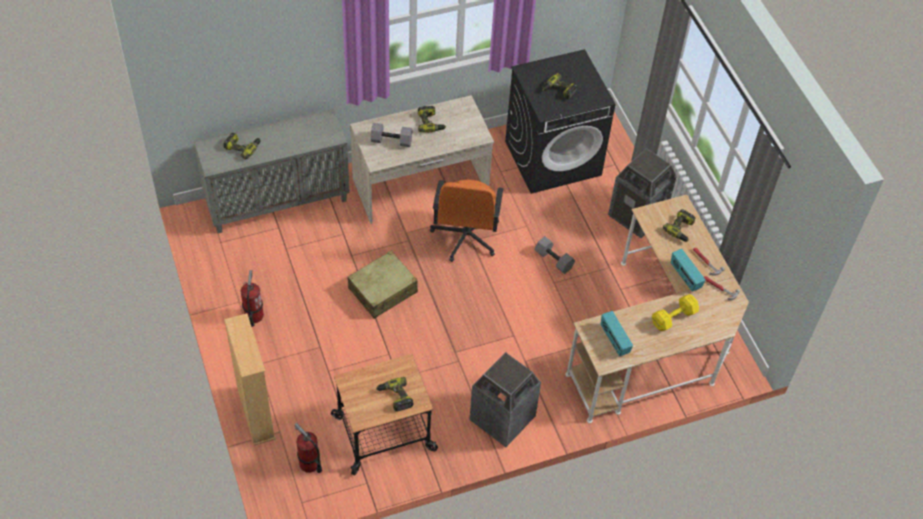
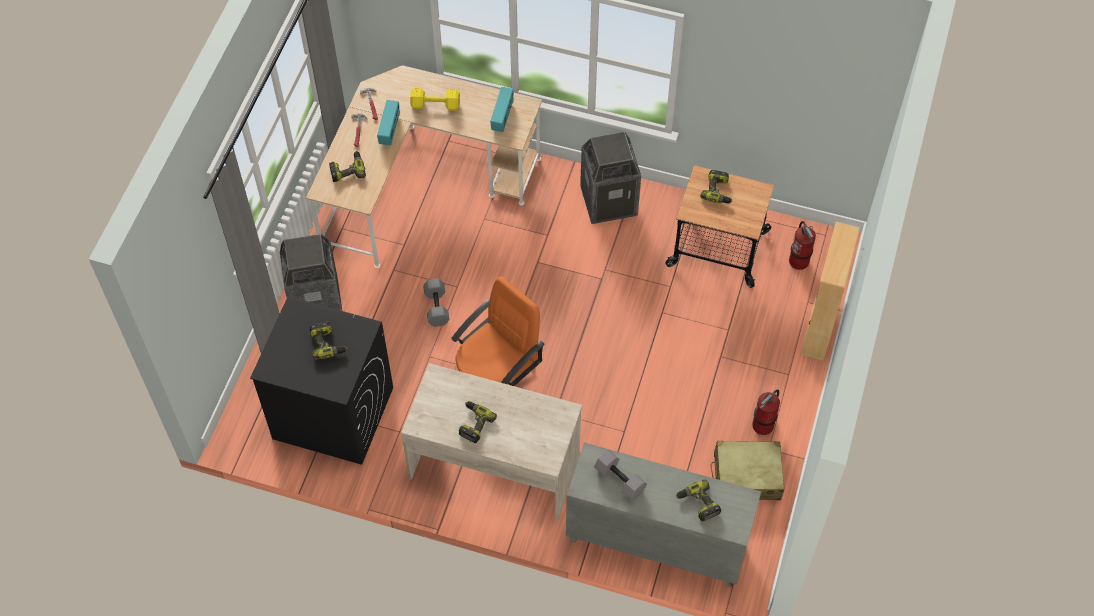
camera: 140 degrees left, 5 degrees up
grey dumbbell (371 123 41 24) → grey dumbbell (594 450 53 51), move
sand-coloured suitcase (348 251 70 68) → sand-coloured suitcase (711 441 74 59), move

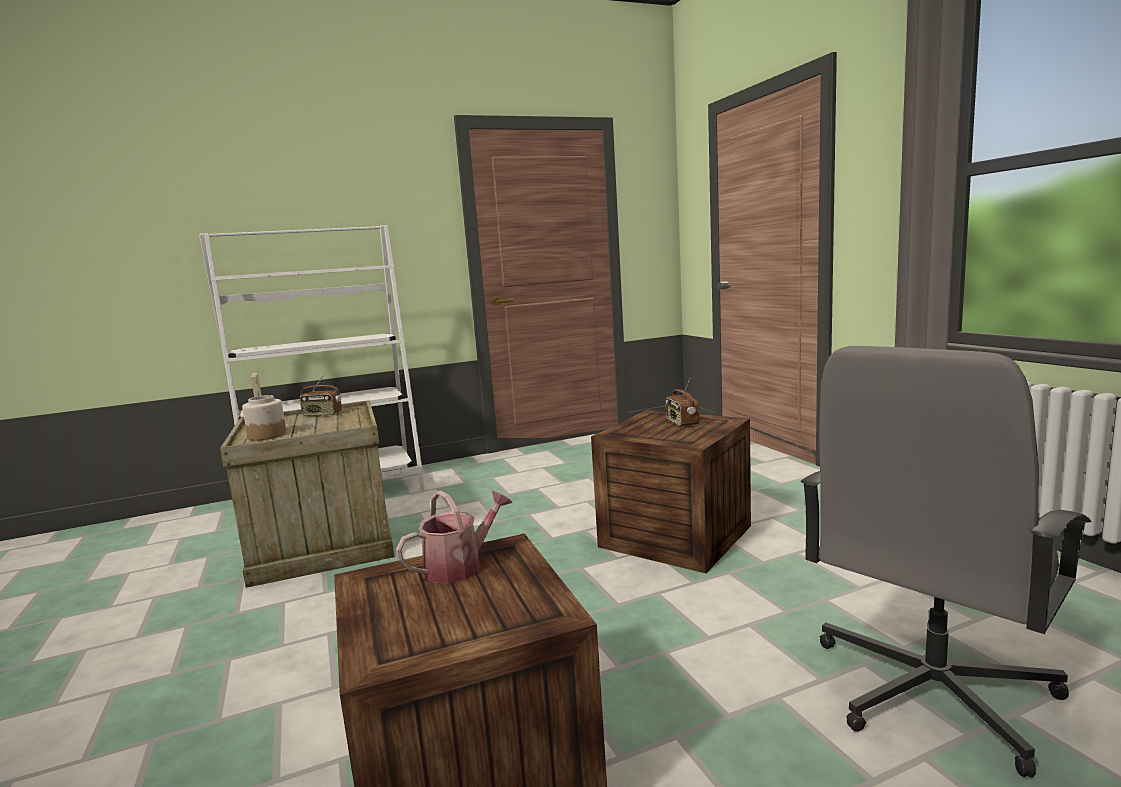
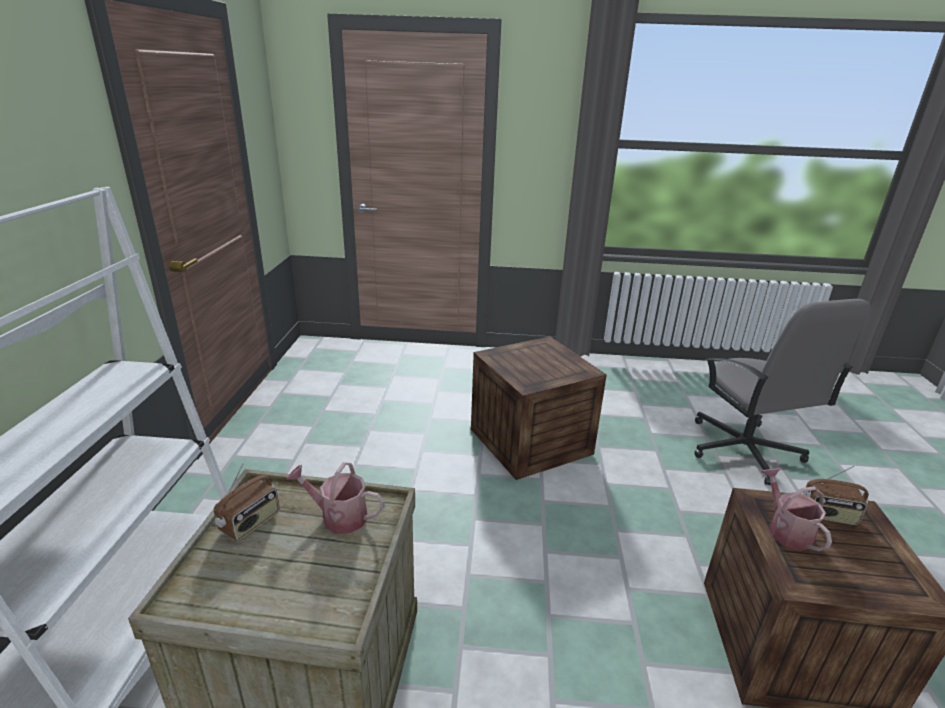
camera: 65 degrees left, 15 degrees up
- → sprinkling can (286 462 99 72)
radio (666 379 33 48) → radio (803 466 66 59), move
storage jar (242 395 44 46) → -

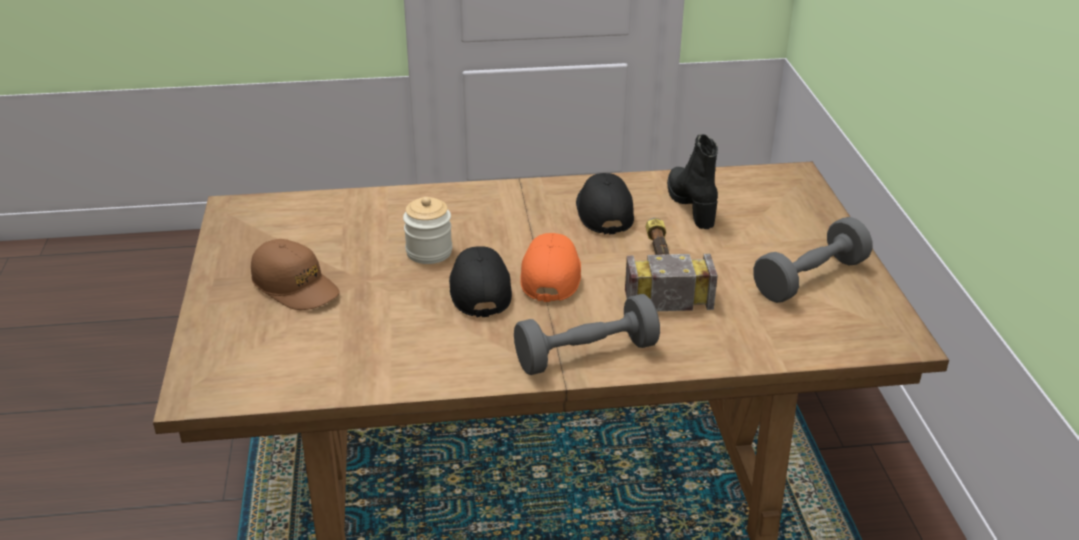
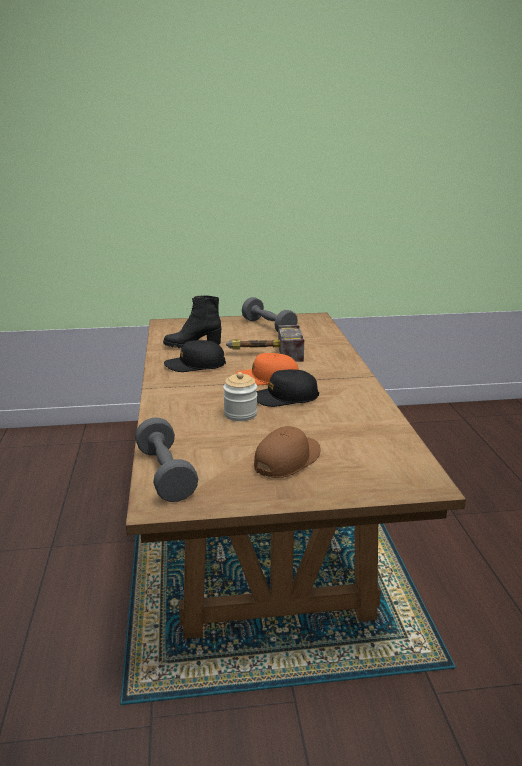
camera: 90 degrees left, 10 degrees down
grey dumbbell (514 294 146 81) → grey dumbbell (135 418 63 84), move

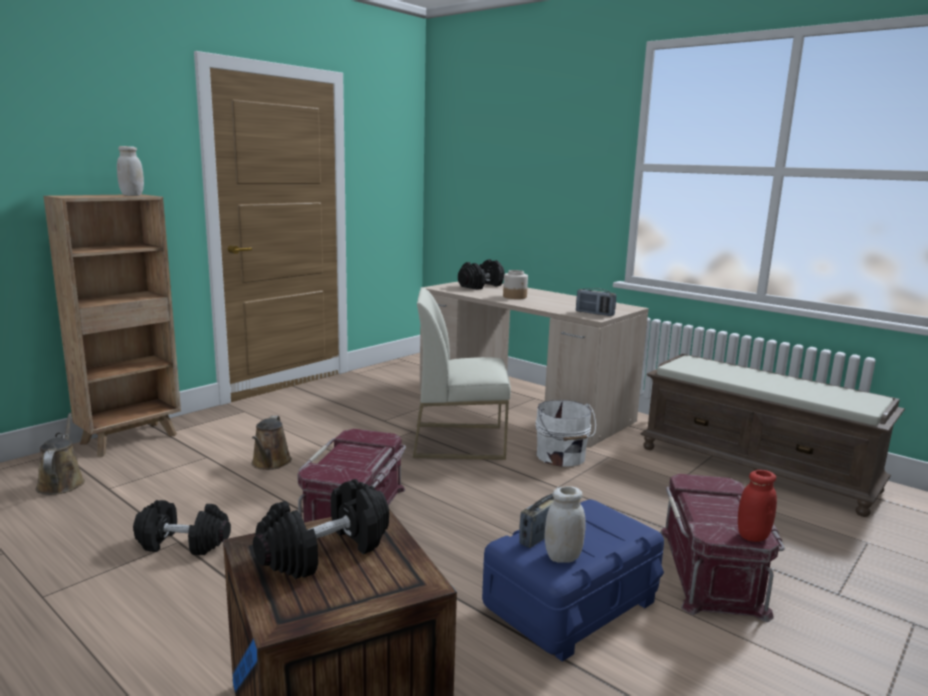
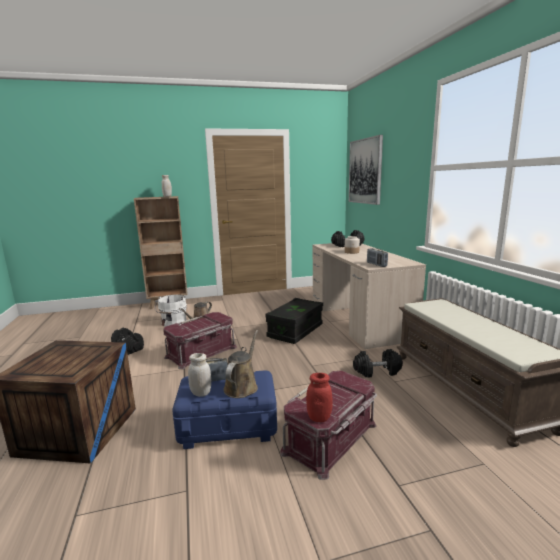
camera: 35 degrees right, 0 degrees up
white-coloured bucket (535 400 61 66) → white-coloured bucket (155 295 32 32), move
brown sprinkling can (36 413 49 82) → brown sprinkling can (223 330 35 68), move
white-coloured upright chair (413 287 98 173) → blackish storage box (265 298 58 46)
- → picture (349 135 34 70)
blackish dumbbell (253 479 136 100) → blackish dumbbell (353 349 50 29), move

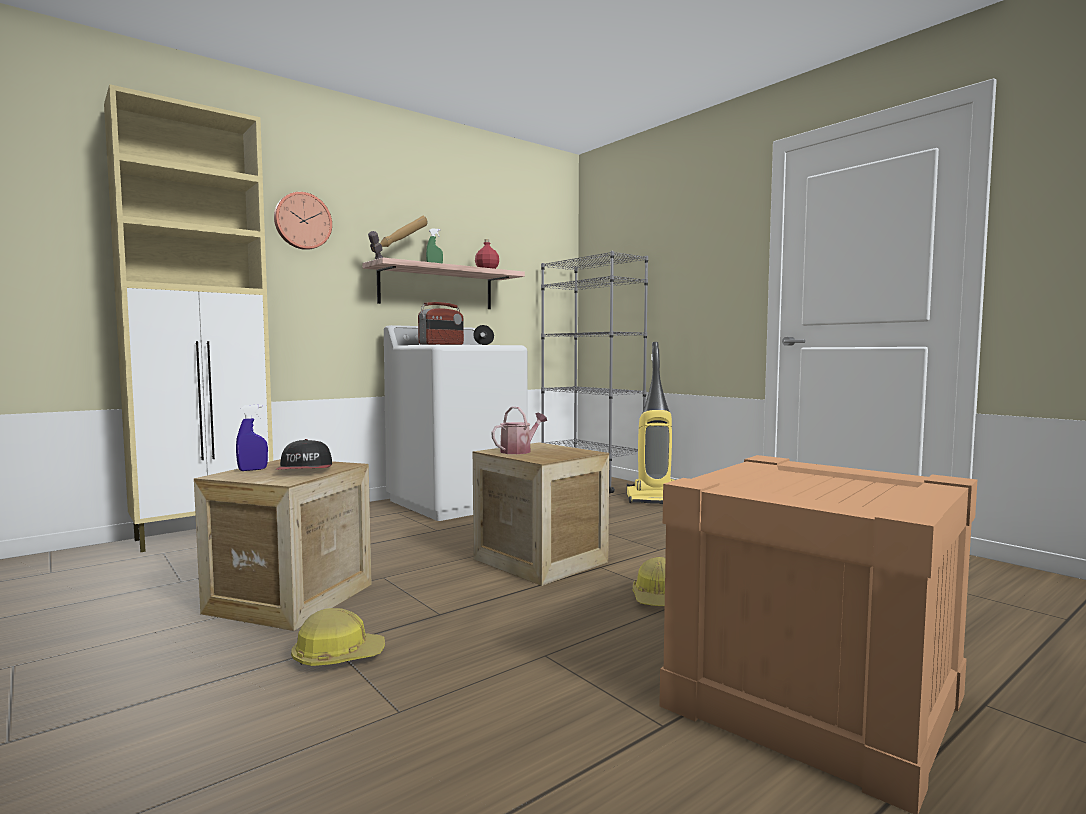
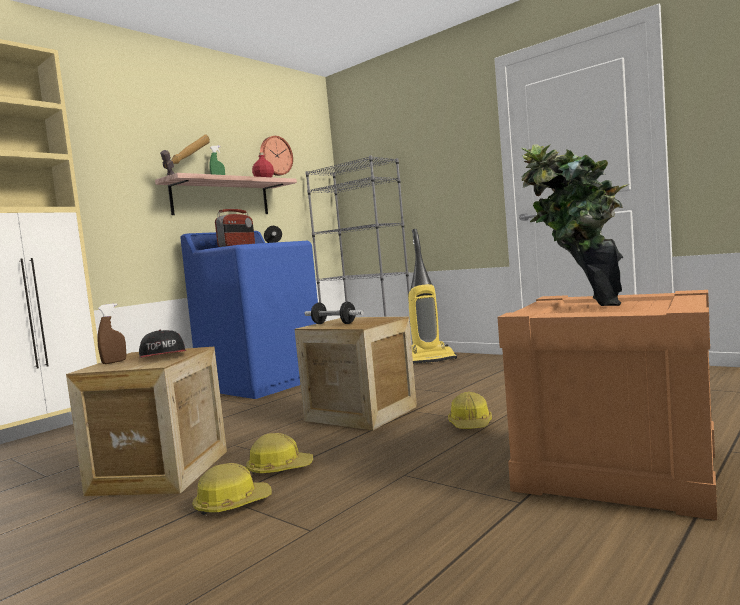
camera: 10 degrees left, 0 degrees up
blue-coloured sprayer (236 405 32 66) → brown sprayer (97 303 29 61)
white-coloured laundry appliance (384 325 144 196) → blue-coloured laundry appliance (180 231 138 168)
- → safety helmet (246 433 67 41)
hanging clock (274 192 58 58) → hanging clock (260 136 33 40), move
sprinkling can (491 407 56 47) → dumbbell (304 302 60 22)
- → houseplant (521 144 108 162)

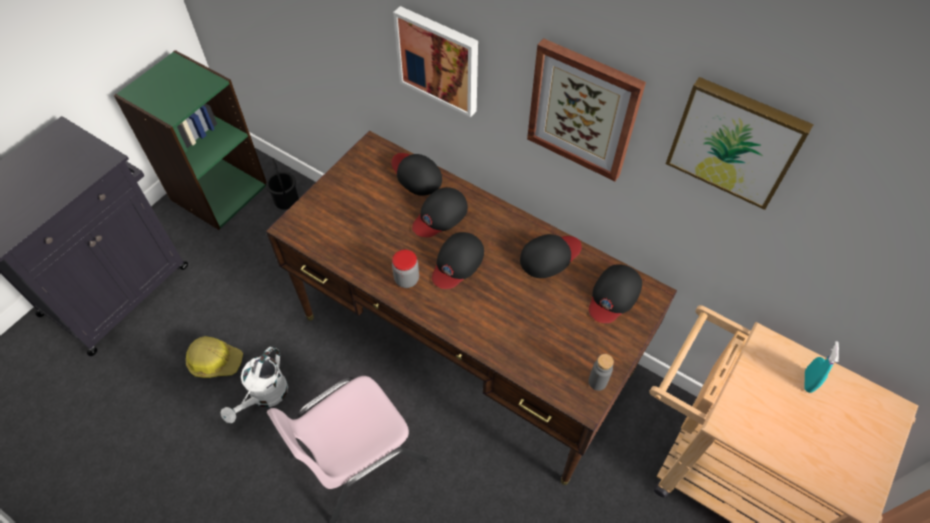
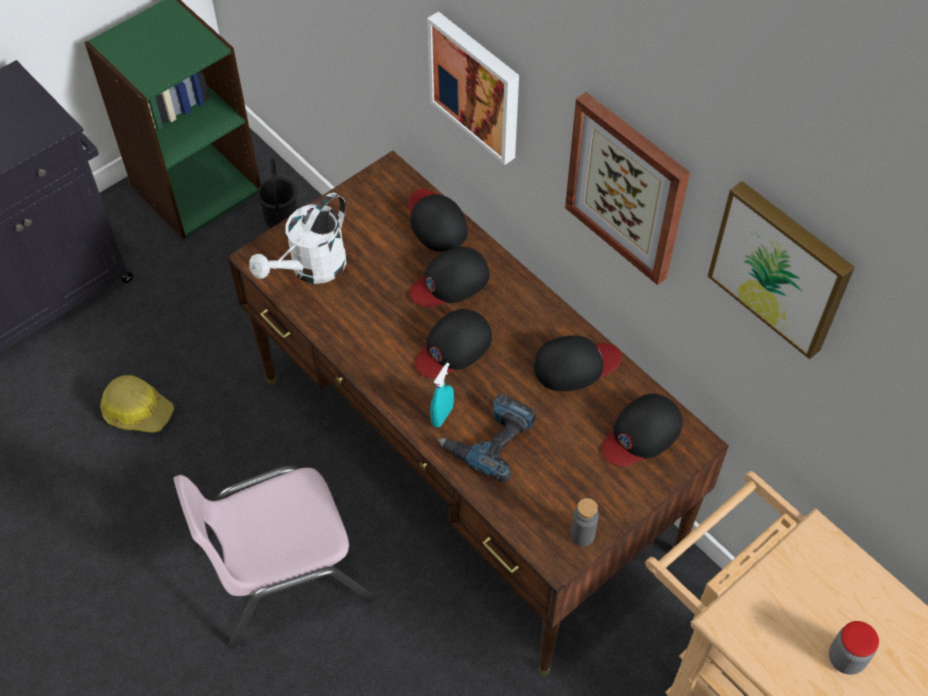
camera: 15 degrees right, 0 degrees up
white-coloured sprinkling can (221 347 67 76) → white-coloured sprinkling can (249 193 98 91), move
turquoise sprayer (805 341 34 52) → turquoise sprayer (430 363 24 64), move
- → drill (438 393 98 89)
storage jar (392 250 27 38) → storage jar (829 621 50 54), move

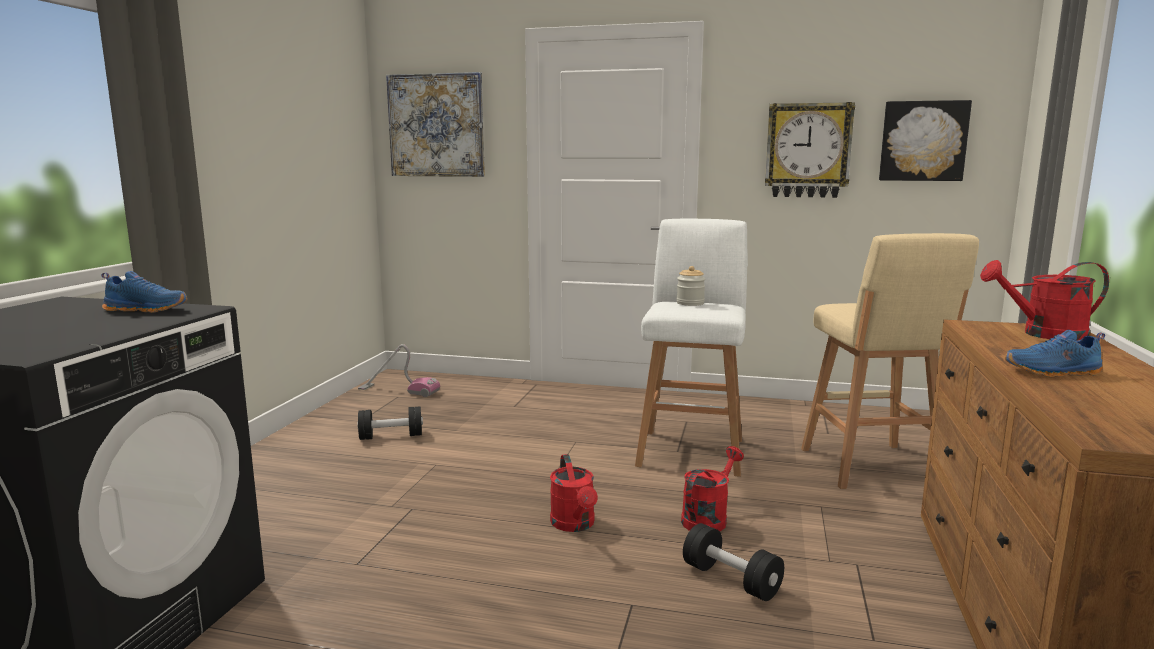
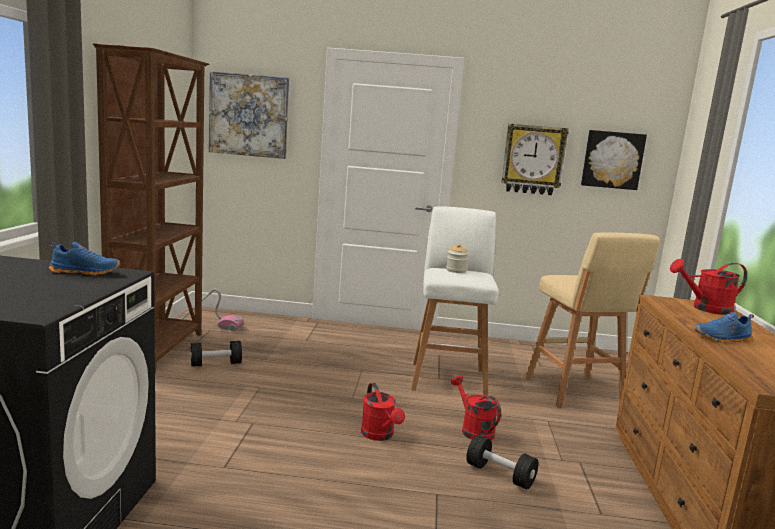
camera: 10 degrees left, 0 degrees up
- → brown bookshelf (93 43 116 331)
red sprinkling can (681 446 63 85) → red sprinkling can (451 375 50 66), 60 degrees counterclockwise

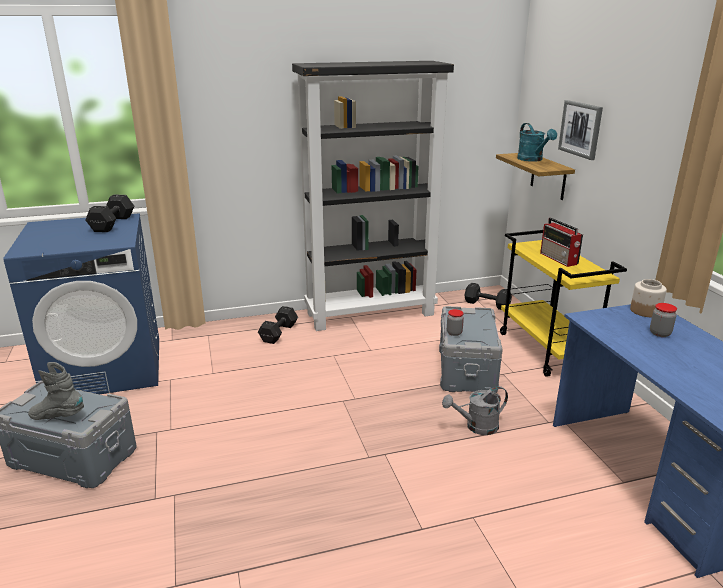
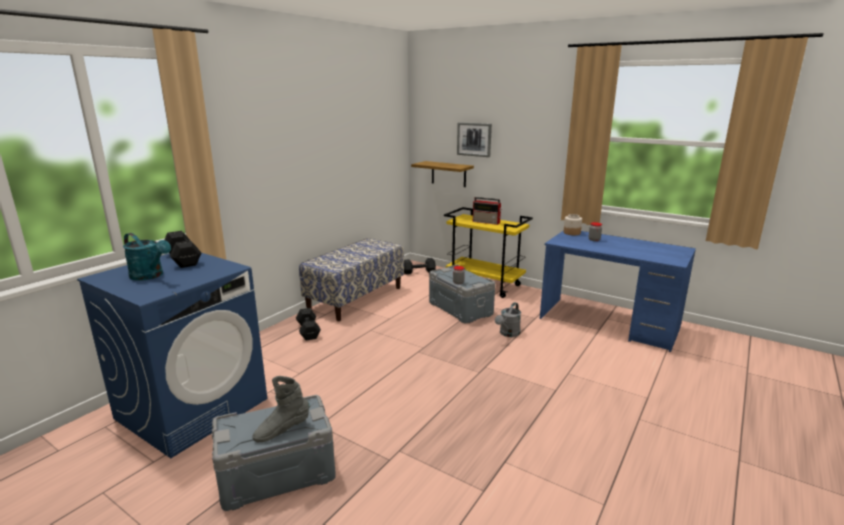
camera: 40 degrees left, 5 degrees down
turquoise sprinkling can (517 123 40 39) → turquoise sprinkling can (123 233 48 48), move
blackish bookshelf (292 61 162 270) → long seat (299 238 105 83)

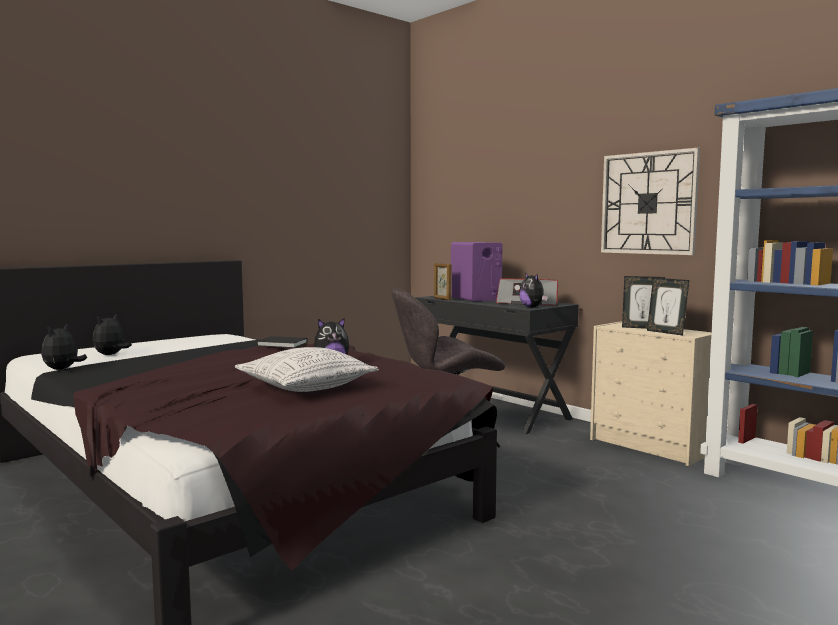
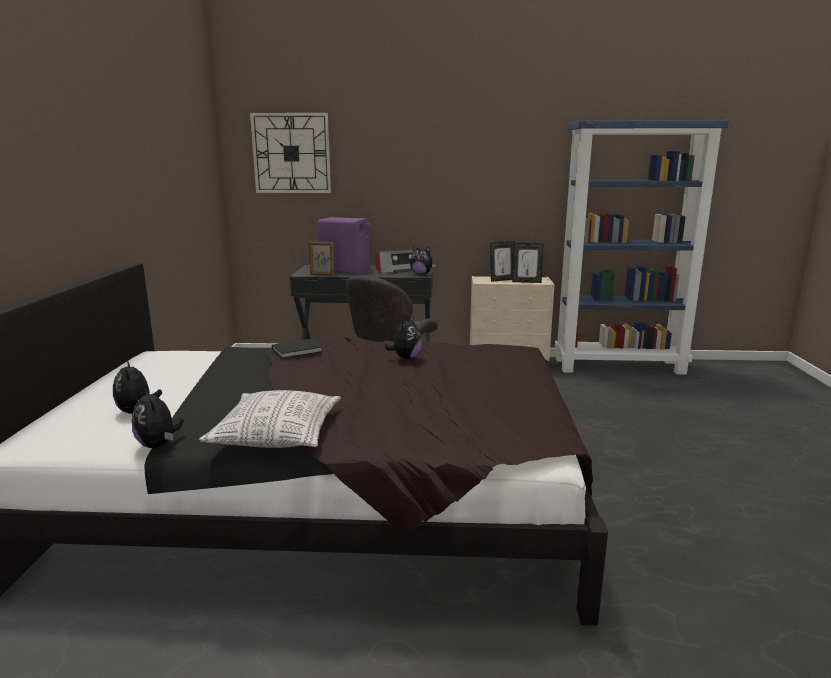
camera: 45 degrees left, 10 degrees up
pillow (235 347 144 45) → pillow (199 390 142 58), move
hanging clock (601 148 99 107) → hanging clock (250 113 81 80), move

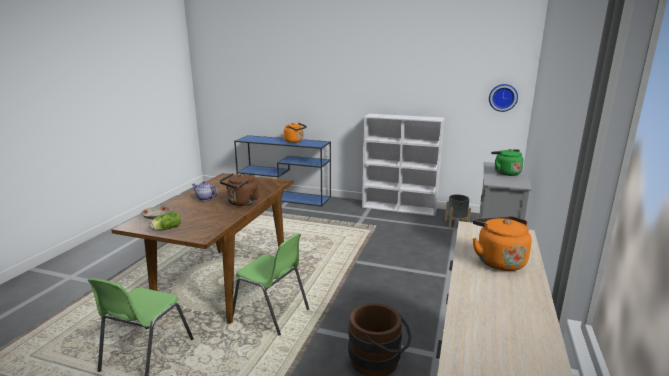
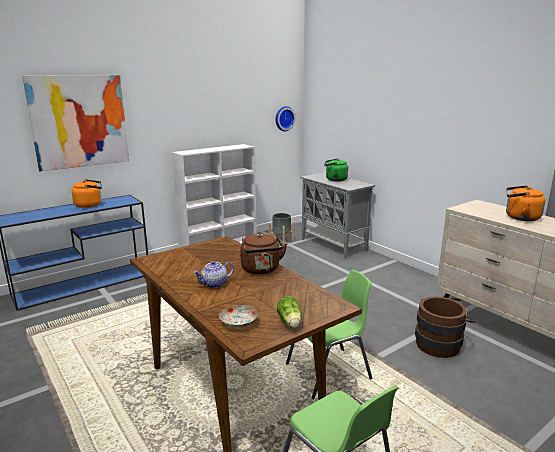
camera: 55 degrees left, 0 degrees up
- → picture (22 75 107 96)

